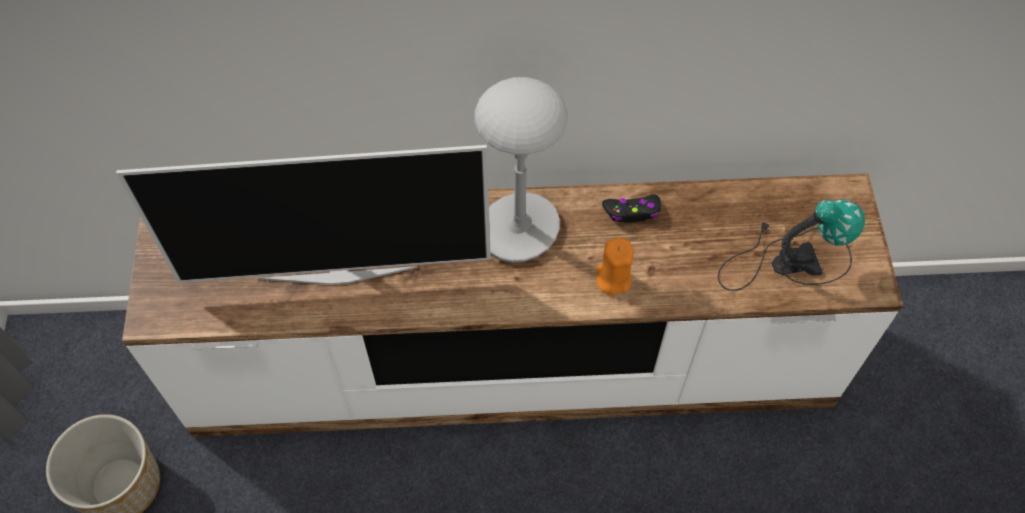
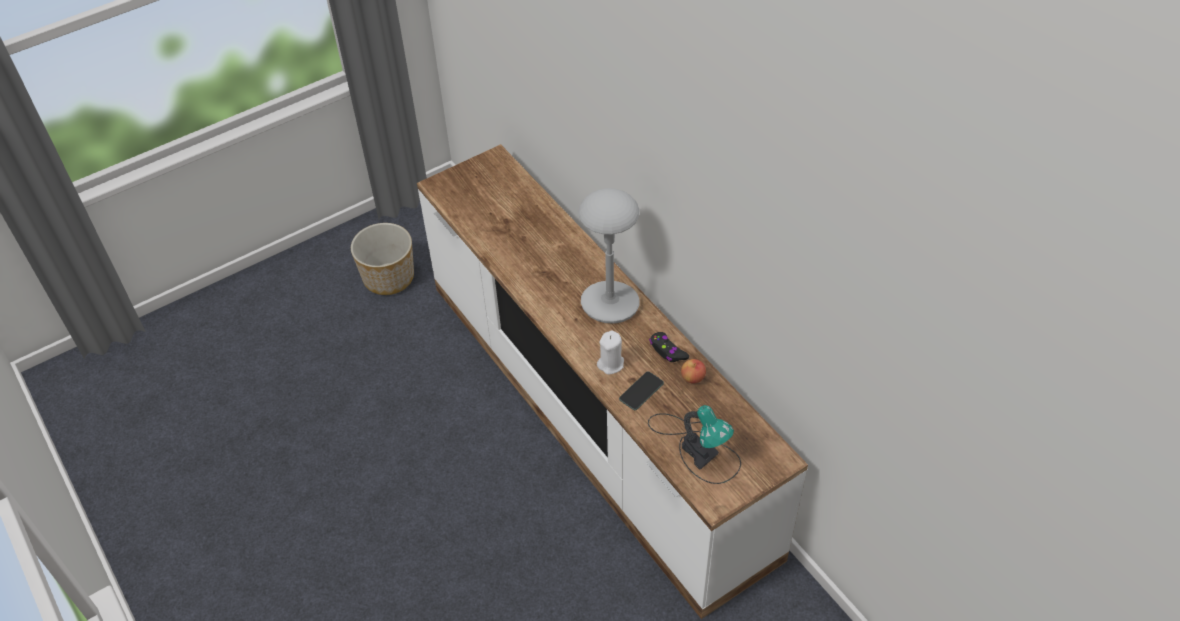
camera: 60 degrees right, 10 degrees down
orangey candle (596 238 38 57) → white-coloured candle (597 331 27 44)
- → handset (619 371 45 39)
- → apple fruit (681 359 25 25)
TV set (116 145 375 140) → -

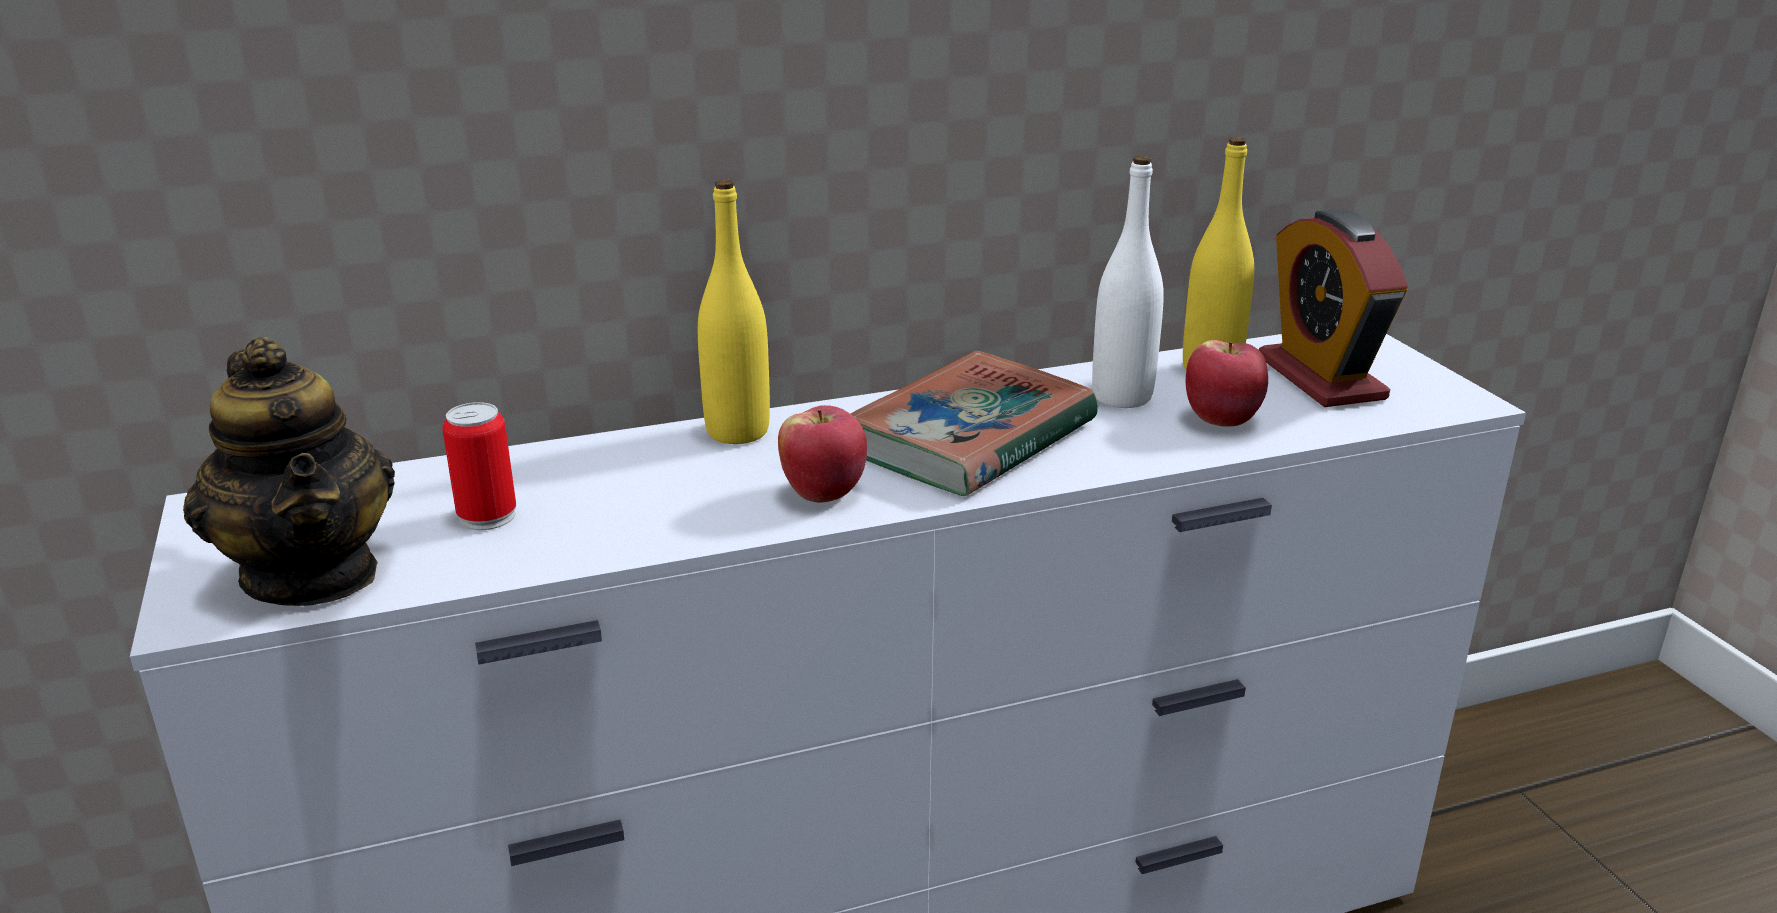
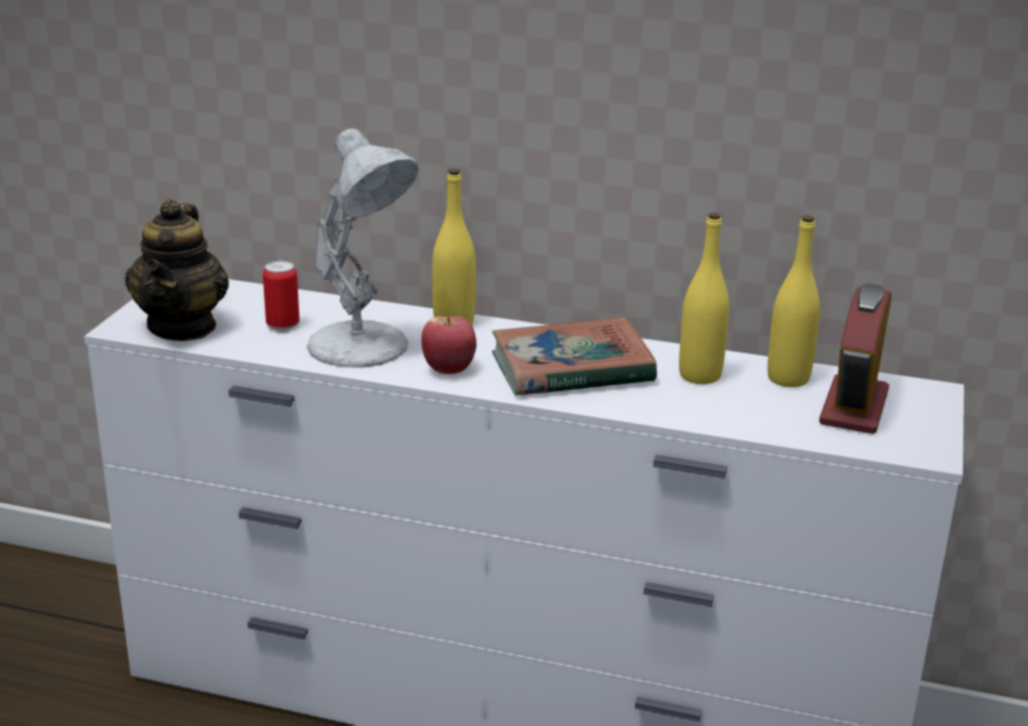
camera: 35 degrees right, 0 degrees up
- → white-coloured tabletop lamp (307 128 112 240)
white-coloured bottle (1092 156 72 252) → yellowish bottle (679 212 50 172)
apple fruit (1186 340 82 86) → -

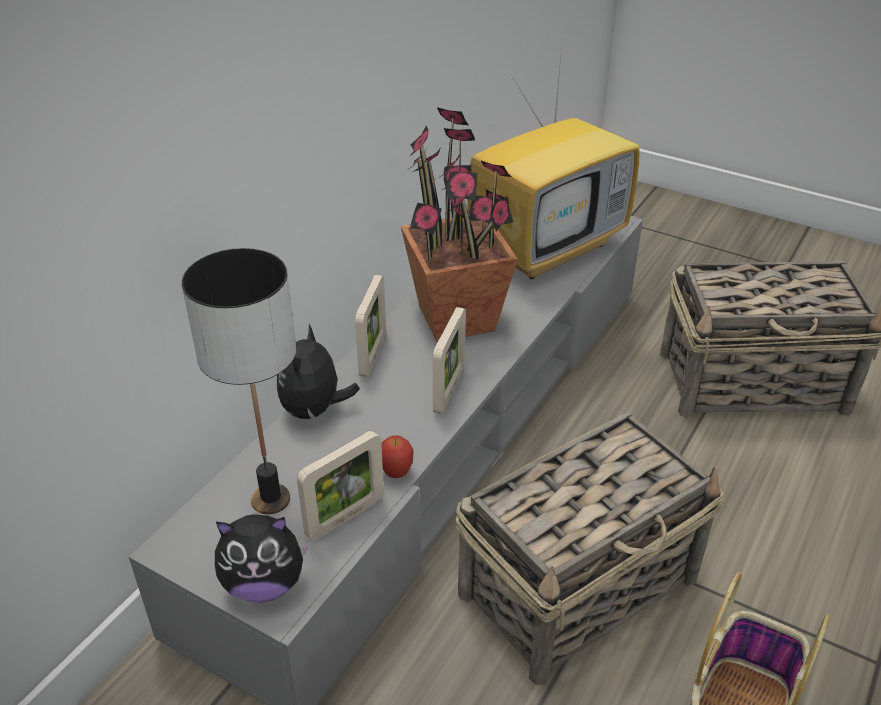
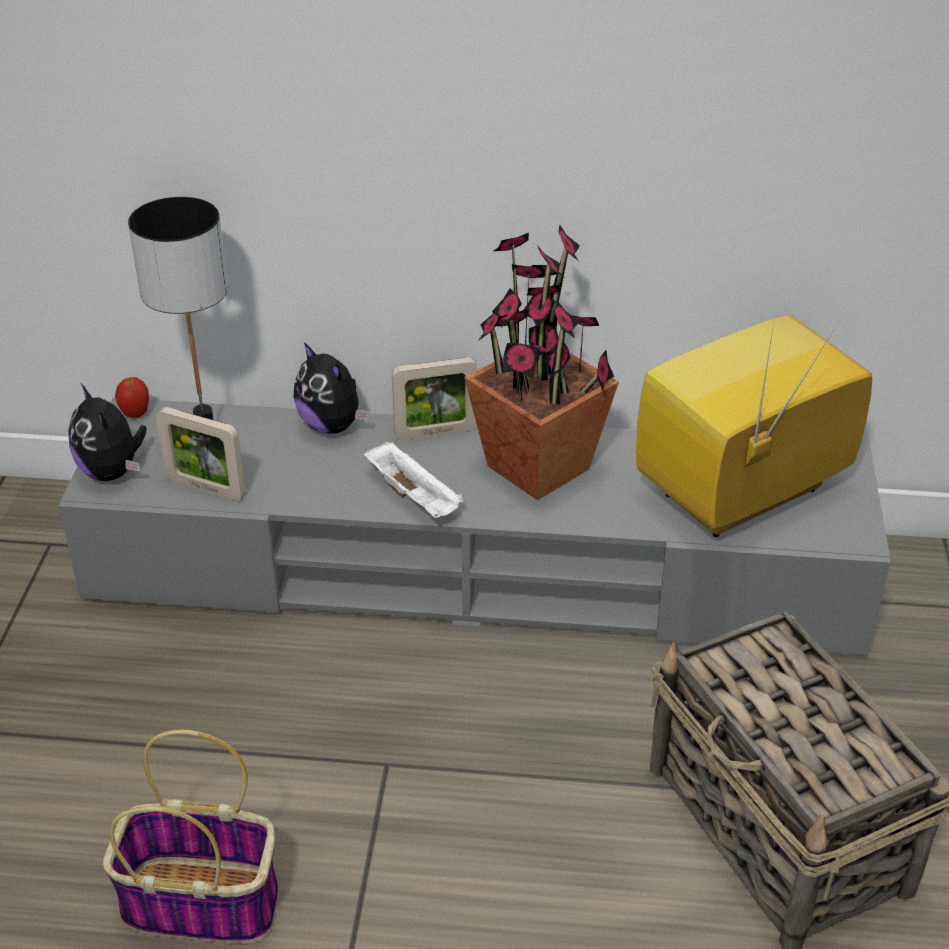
camera: 65 degrees right, 0 degrees up
apple fruit (381 435 32 43) → apple fruit (115 377 34 41), move
plush toy (277 324 83 99) → plush toy (294 342 76 92), 120 degrees counterclockwise
standing frame (433 307 33 107) → white-coloured carrying tray (364 442 99 76)
TV set (467 46 173 234) → TV set (636 313 236 224), 120 degrees clockwise
household basket (455 412 269 273) → -

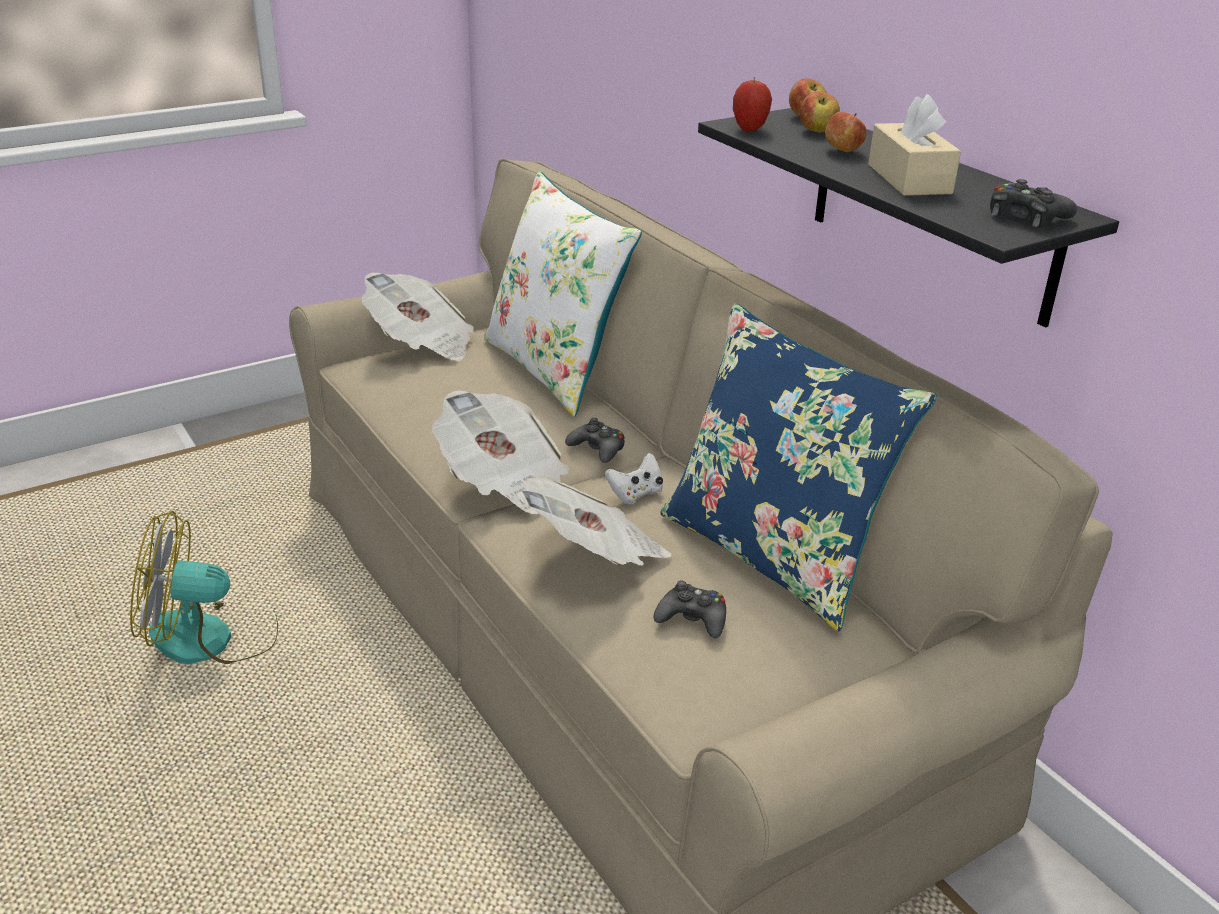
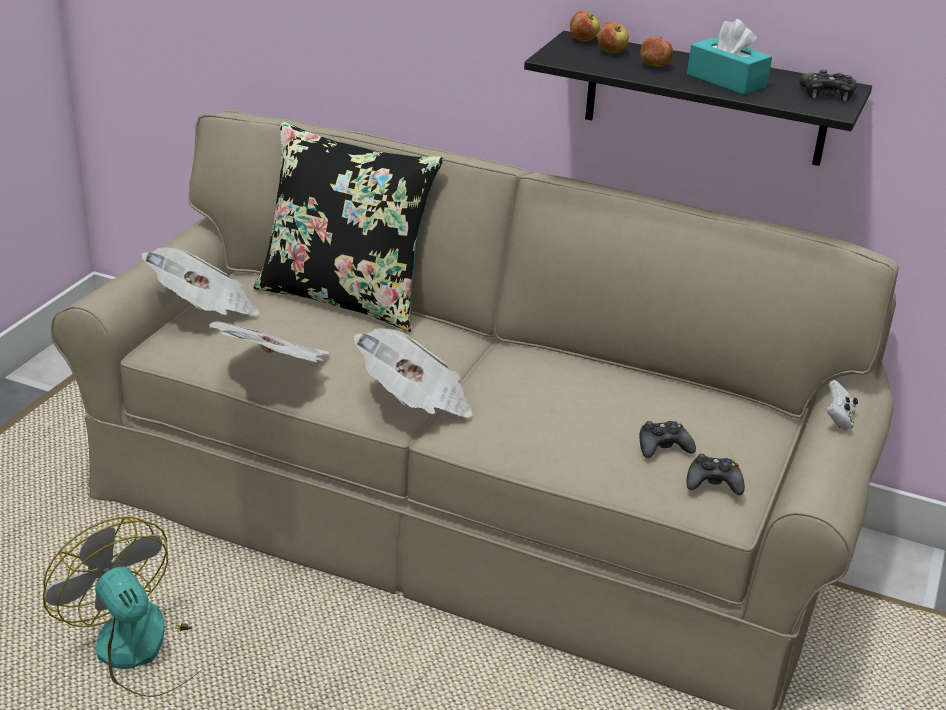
camera: 35 degrees left, 0 degrees up
cooling fan (130 510 148 154) → cooling fan (43 517 163 180), 90 degrees clockwise
newspaper (516 477 155 89) → newspaper (209 321 120 41), move
white-coloured pillow (484 172 158 244) → blackish pillow (254 121 190 211)
blackish joypad (565 418 59 45) → blackish joypad (686 454 59 41), move
sand-coloured tissue holder (868 94 93 102) → turquoise tissue holder (687 19 85 76)
white-coloured joypad (605 453 58 51) → white-coloured joypad (825 380 33 51), move
blue-coloured pillow (660 303 277 328) → -
apple fruit (733 76 39 56) → -

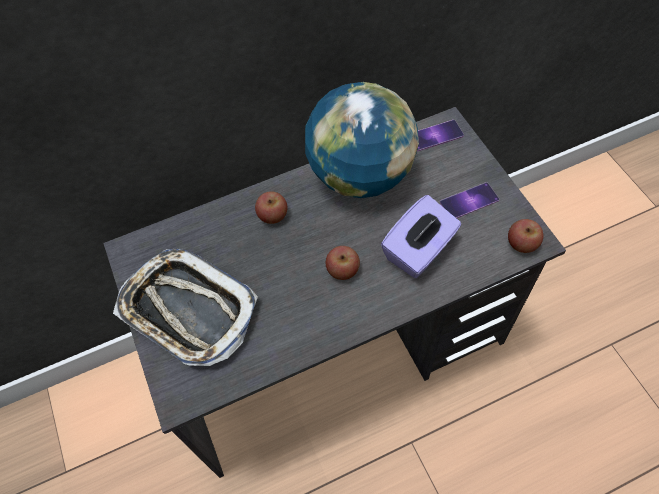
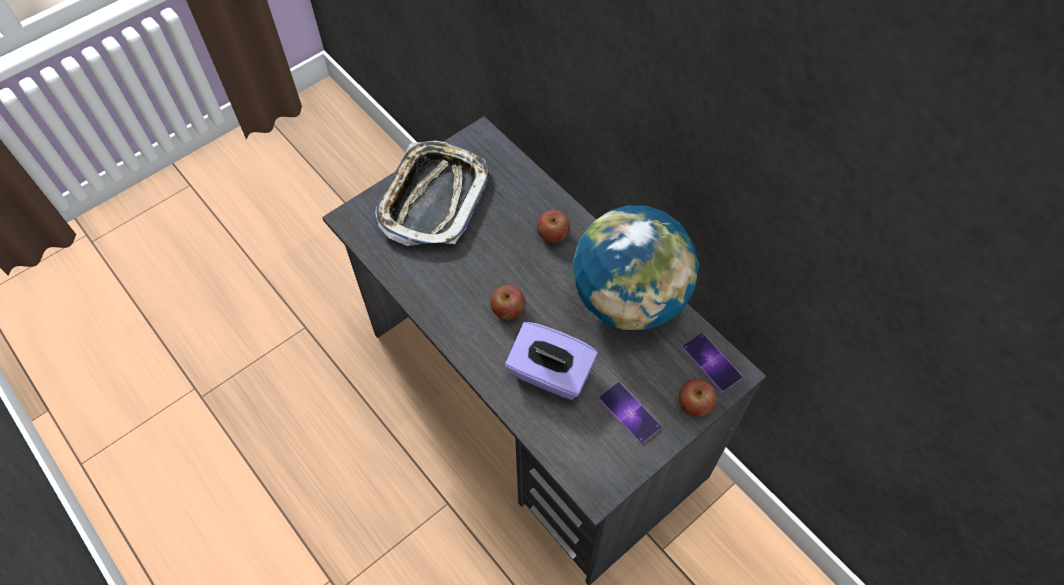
camera: 70 degrees right, 0 degrees up
apple fruit (508 219 35 34) → apple fruit (679 379 38 38), move

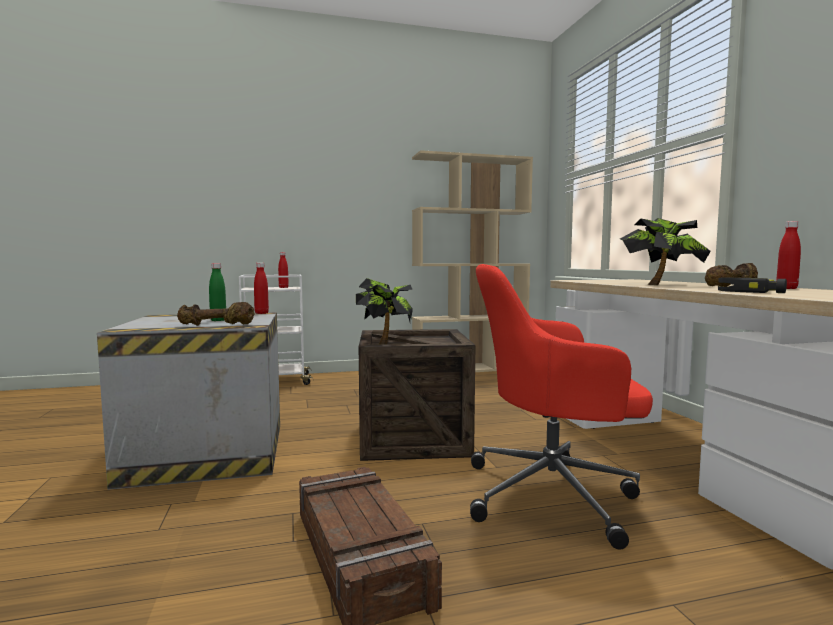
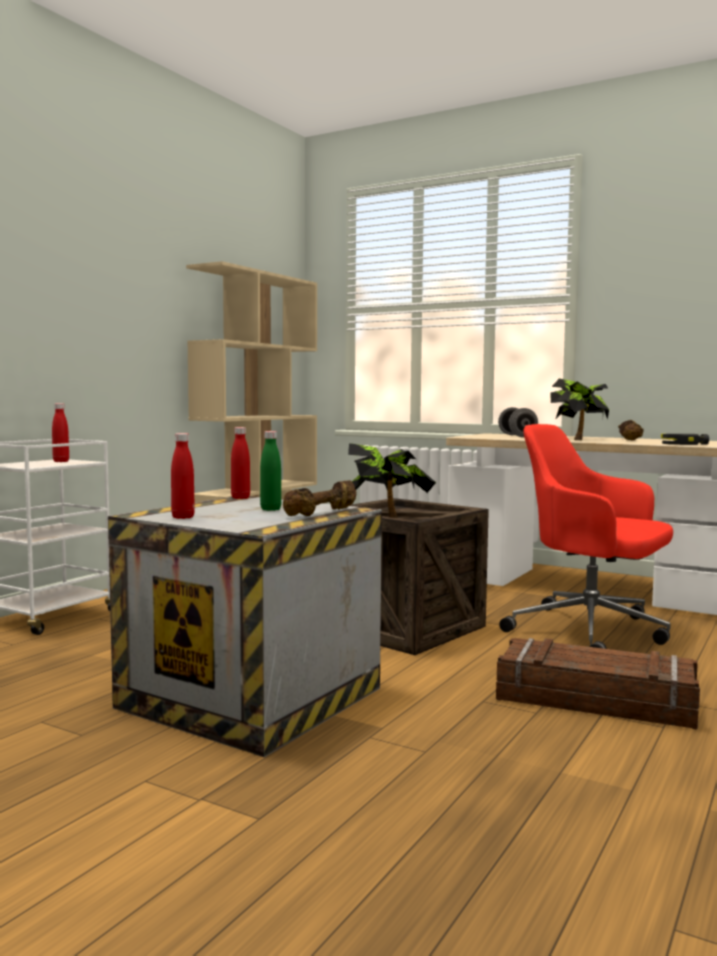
camera: 45 degrees left, 0 degrees up
red bottle (776 221 25 68) → red bottle (171 433 24 86), move
- → grey dumbbell (498 407 40 30)
red computer chair (470 264 183 286) → red computer chair (499 424 174 225), 75 degrees clockwise

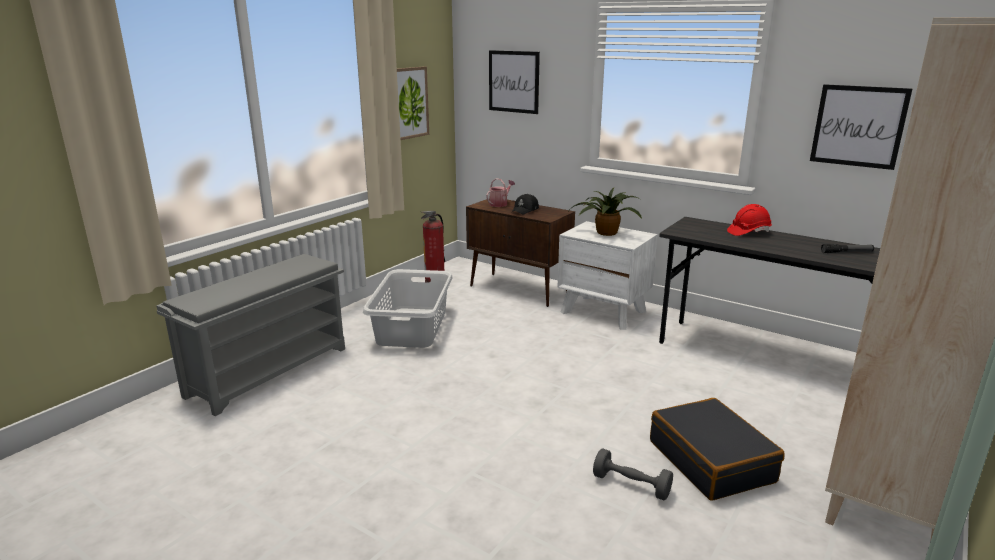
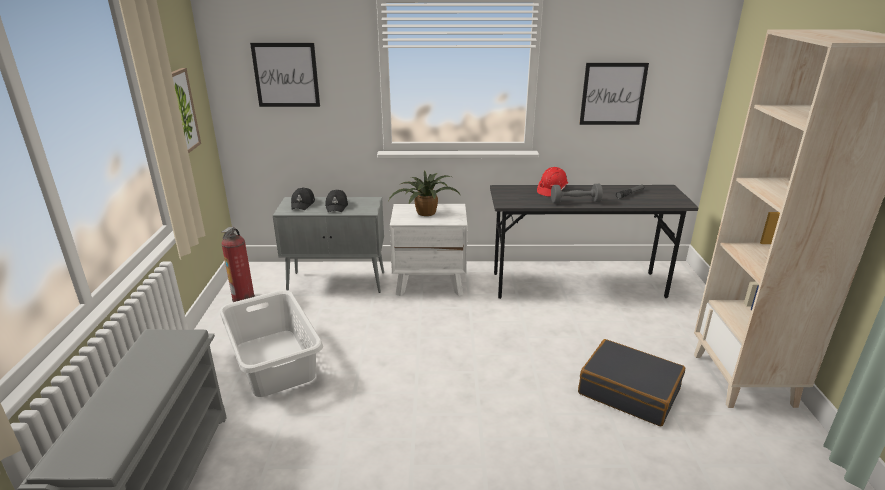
camera: 35 degrees left, 5 degrees up
brown storage cabinet (466 198 109 109) → grey storage cabinet (272 197 112 96)
sprinkling can (486 178 29 29) → blackish cap (291 187 24 23)
grey dumbbell (593 449 80 51) → grey dumbbell (551 184 52 20), move

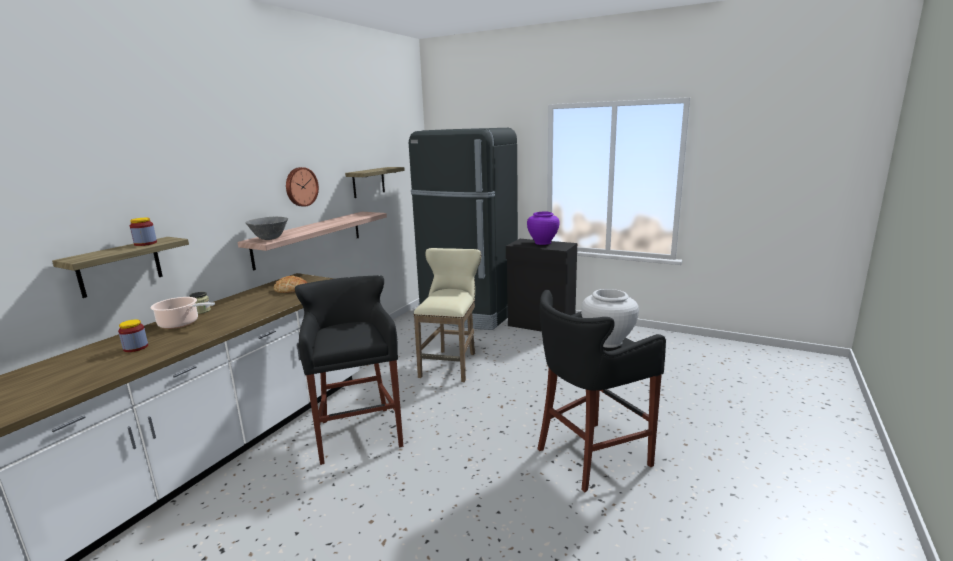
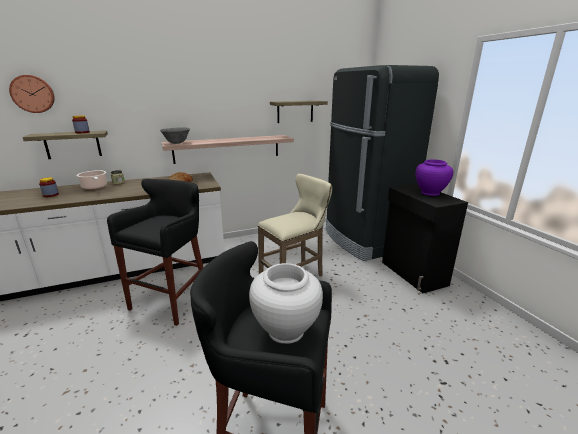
camera: 40 degrees right, 5 degrees up
hanging clock (286 167 33 40) → hanging clock (9 75 46 38), move

